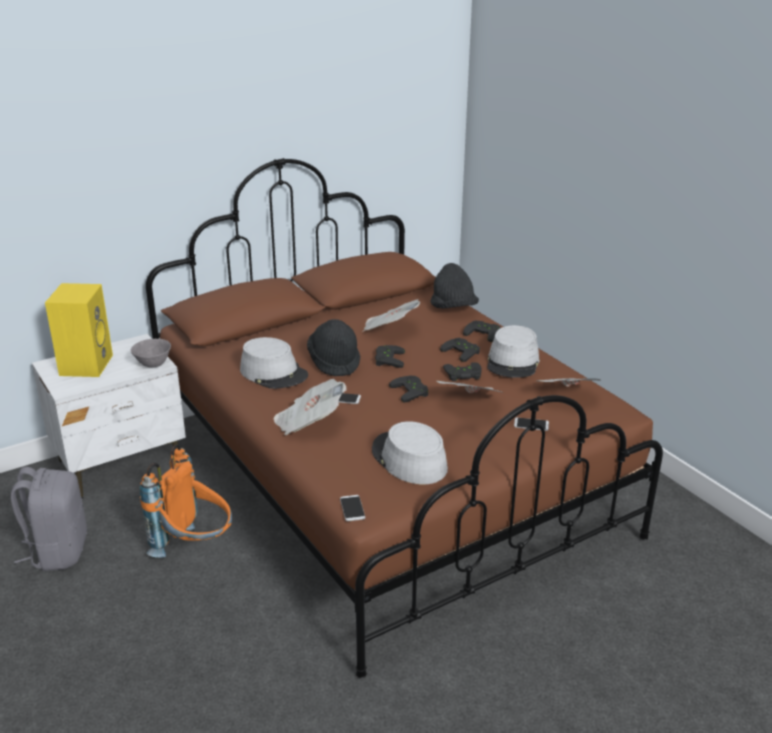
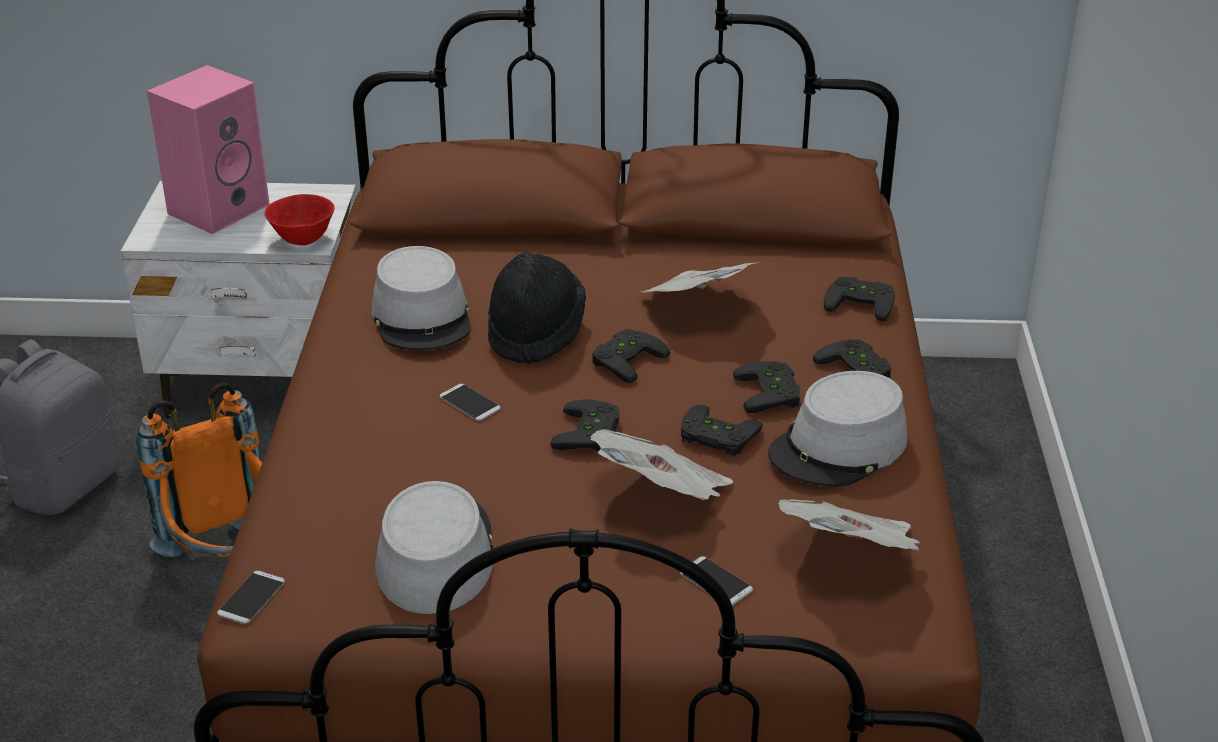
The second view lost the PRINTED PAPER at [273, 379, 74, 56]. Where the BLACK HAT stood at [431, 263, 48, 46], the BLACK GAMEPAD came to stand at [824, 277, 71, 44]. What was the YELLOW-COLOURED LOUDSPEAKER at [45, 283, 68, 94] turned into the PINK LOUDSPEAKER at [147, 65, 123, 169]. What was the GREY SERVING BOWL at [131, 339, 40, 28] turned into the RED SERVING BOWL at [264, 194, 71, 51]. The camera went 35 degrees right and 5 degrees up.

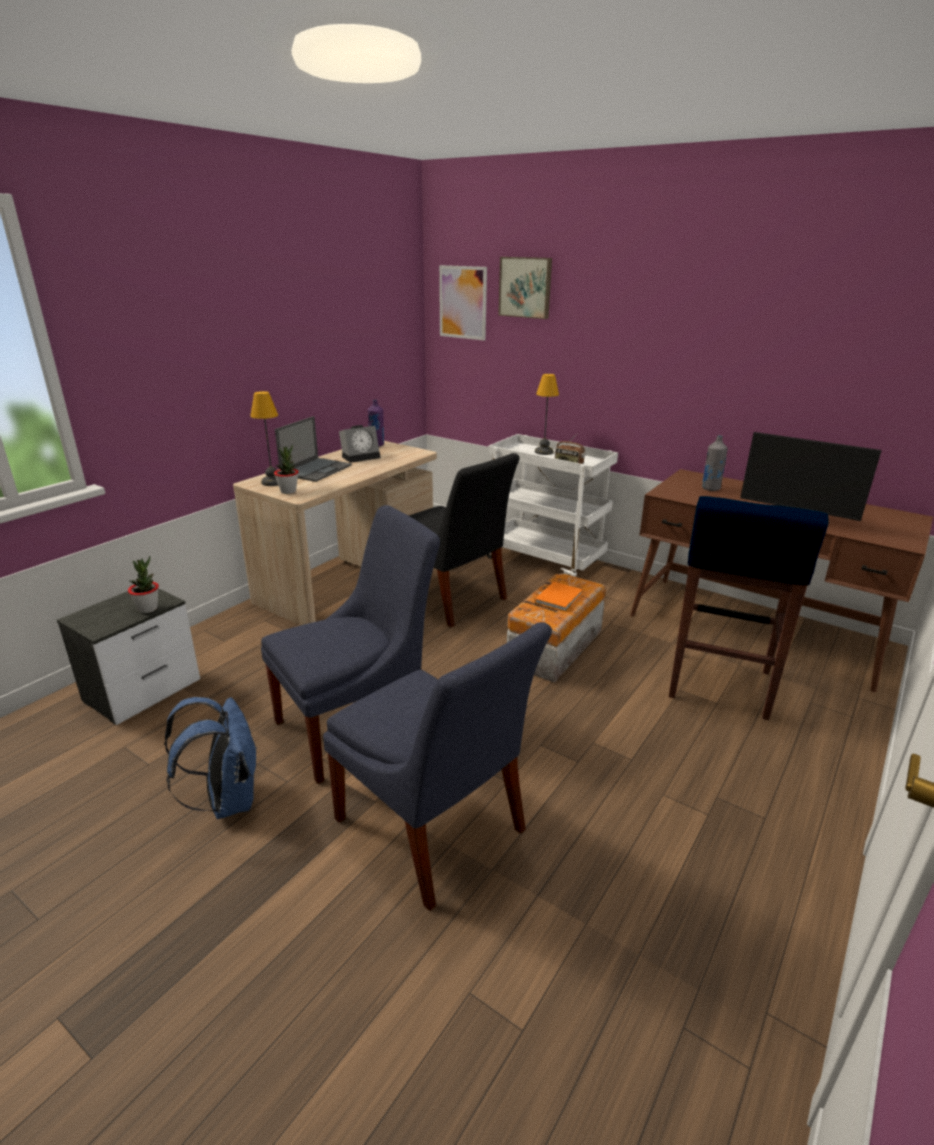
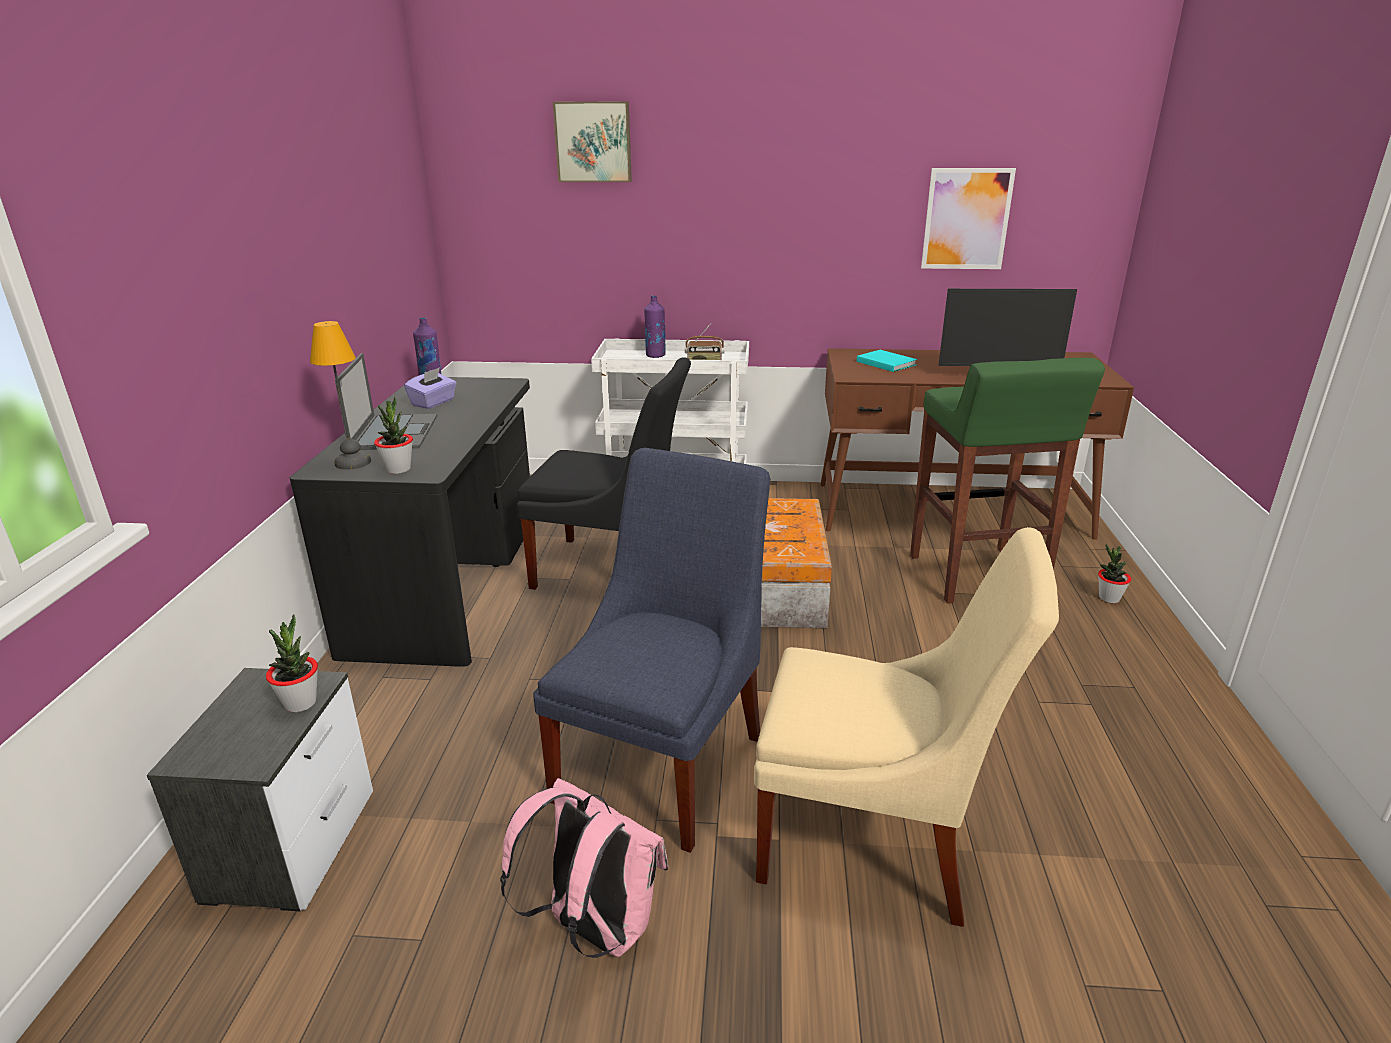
The second view lost the ORANGE VOLUME at [535, 582, 48, 30]. The second view gained the HOUSEPLANT at [1098, 544, 33, 59]. The WALL PICTURE ended up elsewhere, having gone from [439, 265, 48, 76] to [921, 168, 95, 101]. Where the BEDSIDE CLOCK stood at [339, 425, 42, 38], the PURPLISH TISSUE BOX came to stand at [404, 367, 52, 42]. Where the LAMP FOR A TABLE stood at [535, 374, 24, 81], the PURPLISH BEVERAGE BOTTLE came to stand at [644, 295, 22, 63]. Where the GREY BEVERAGE BOTTLE stood at [702, 435, 26, 56], the TURQUOISE VOLUME came to stand at [857, 350, 60, 22]. What was the BLUE-COLOURED BACKPACK at [164, 697, 93, 122] turned into the PINK BACKPACK at [500, 778, 168, 180]. What was the SAND-COLOURED DESK at [233, 441, 204, 184] turned into the BLACK DESK at [290, 377, 240, 290]. What was the BLUE-COLOURED CHAIR at [323, 622, 229, 289] turned into the SAND-COLOURED CHAIR at [754, 527, 305, 400]. What was the BLUE-COLOURED STOOL at [669, 496, 160, 224] turned into the GREEN STOOL at [910, 358, 195, 246]. The camera went 30 degrees left and 0 degrees up.

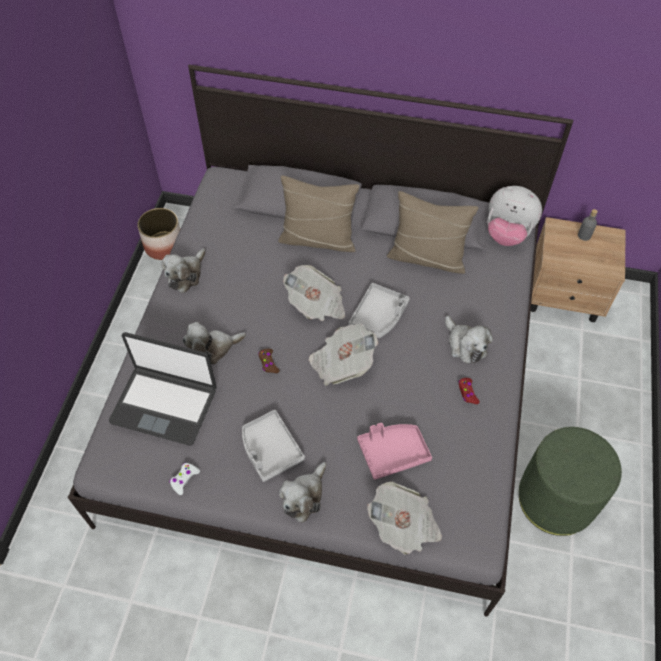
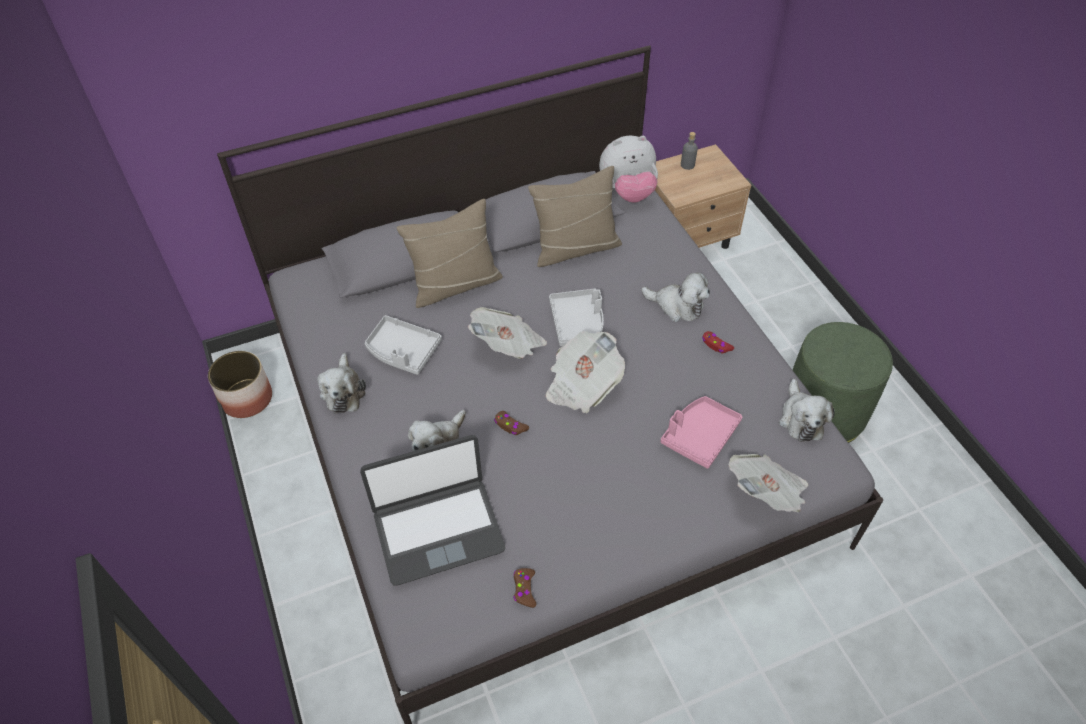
The GREY CARRYING TRAY ended up elsewhere, having gone from [242, 410, 63, 72] to [365, 315, 77, 60]. The PLUSH TOY ended up elsewhere, having gone from [279, 462, 48, 61] to [779, 379, 56, 63]. What was the WHITE-COLOURED GAMEPAD at [169, 463, 31, 32] turned into the BROWN-COLOURED GAMEPAD at [513, 568, 23, 40]. The camera went 35 degrees left and 5 degrees down.

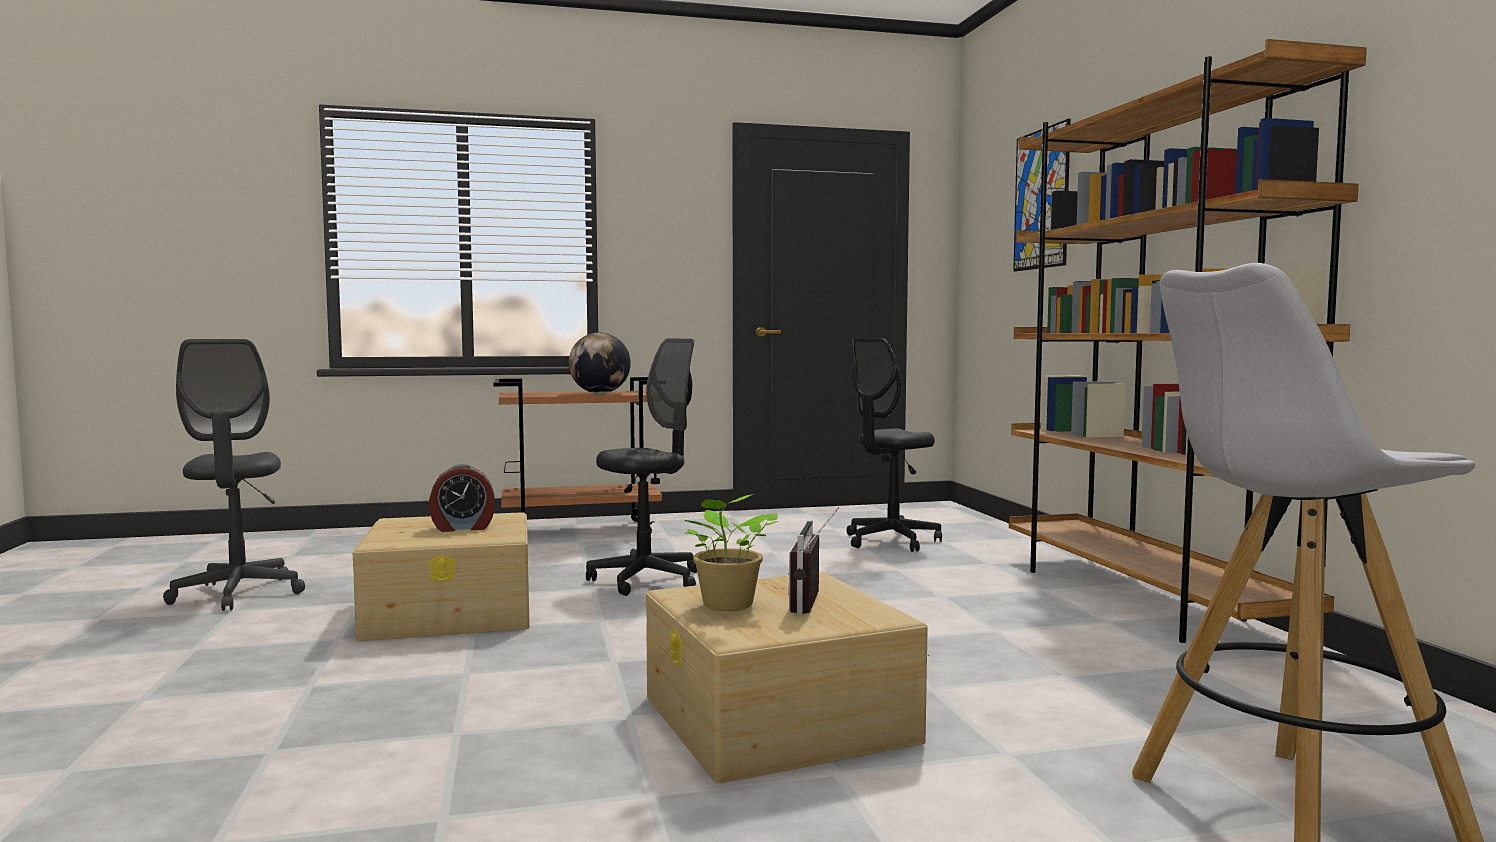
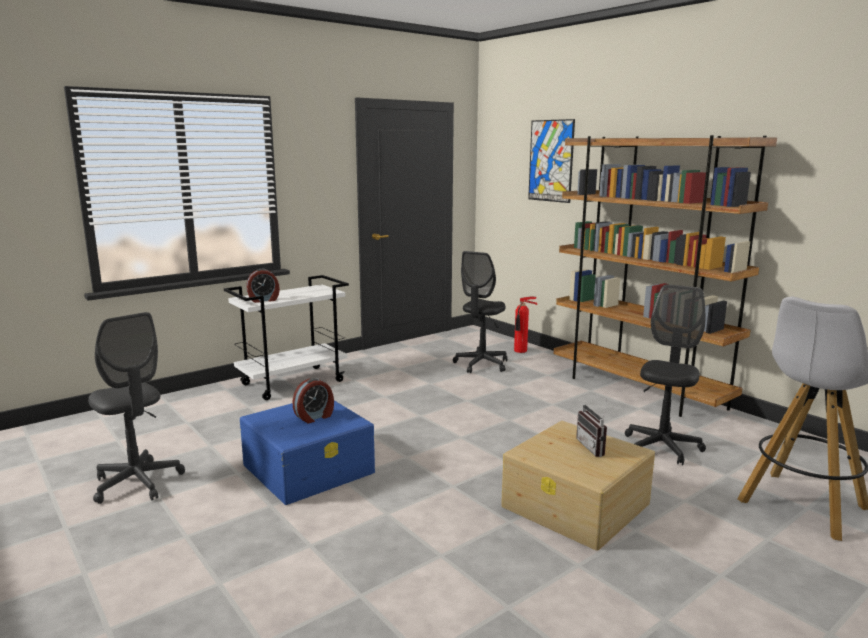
The second view lost the DESK GLOBE at [569, 332, 62, 62]. The second view lost the HOUSEPLANT at [684, 494, 96, 117]. The second view gained the BEDSIDE CLOCK at [246, 269, 34, 34]. The second view gained the FIRE EXTINGUISHER at [514, 297, 23, 56]. The BLACK COMPUTER CHAIR ended up elsewhere, having gone from [586, 338, 111, 258] to [625, 284, 81, 181]. What was the SAND-COLOURED STORAGE CONTAINER at [353, 512, 177, 129] turned into the BLUE-COLOURED STORAGE CONTAINER at [240, 401, 135, 104]. What was the BROWN-COLOURED TROLLEY at [494, 377, 168, 155] turned into the WHITE-COLOURED TROLLEY at [224, 275, 125, 125]. The camera went 25 degrees left and 10 degrees up.

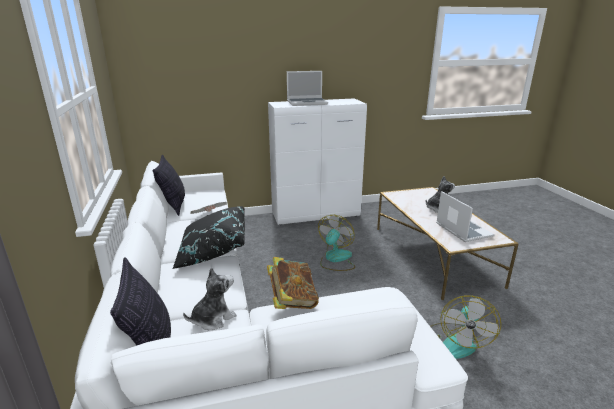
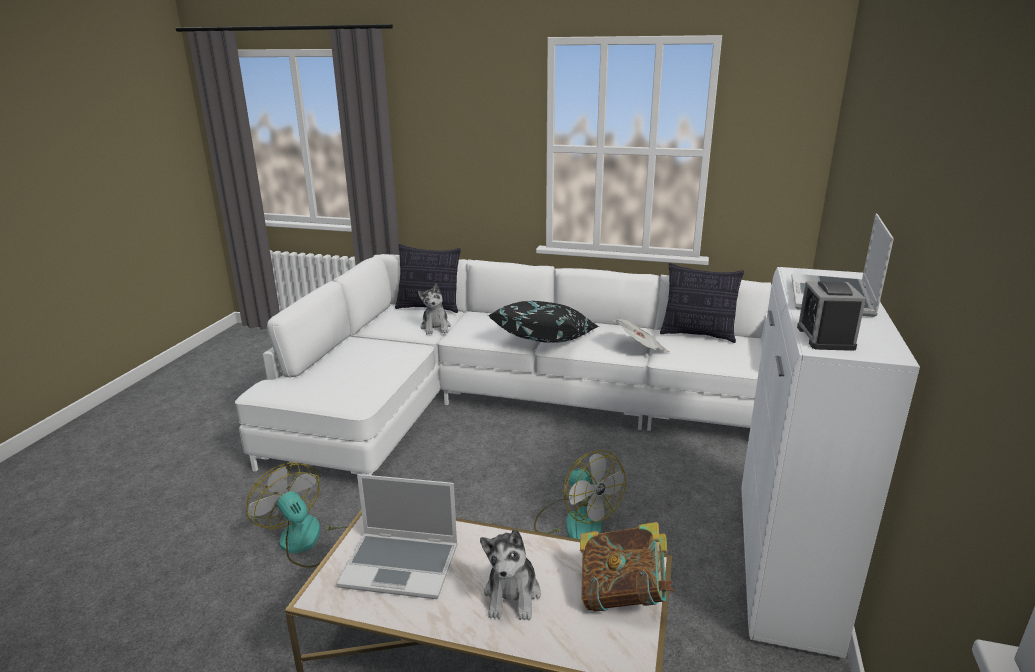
The second view gained the BEDSIDE CLOCK at [797, 281, 69, 70]. The VOLUME ended up elsewhere, having gone from [267, 257, 52, 52] to [580, 522, 94, 90]. The camera went 120 degrees right and 0 degrees up.

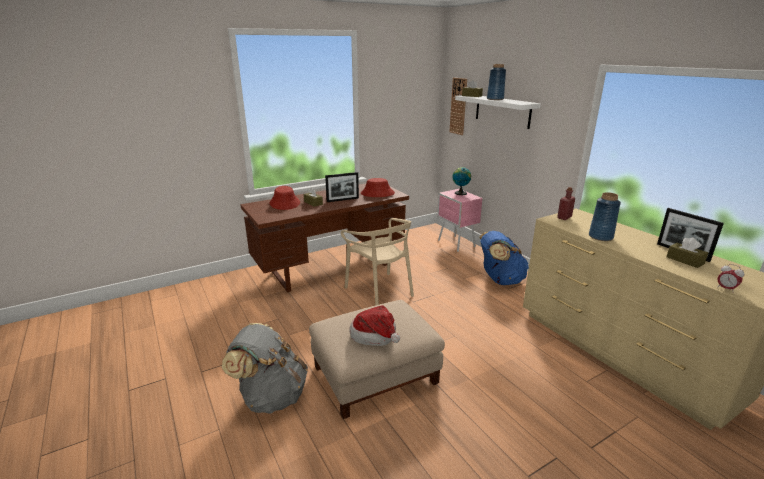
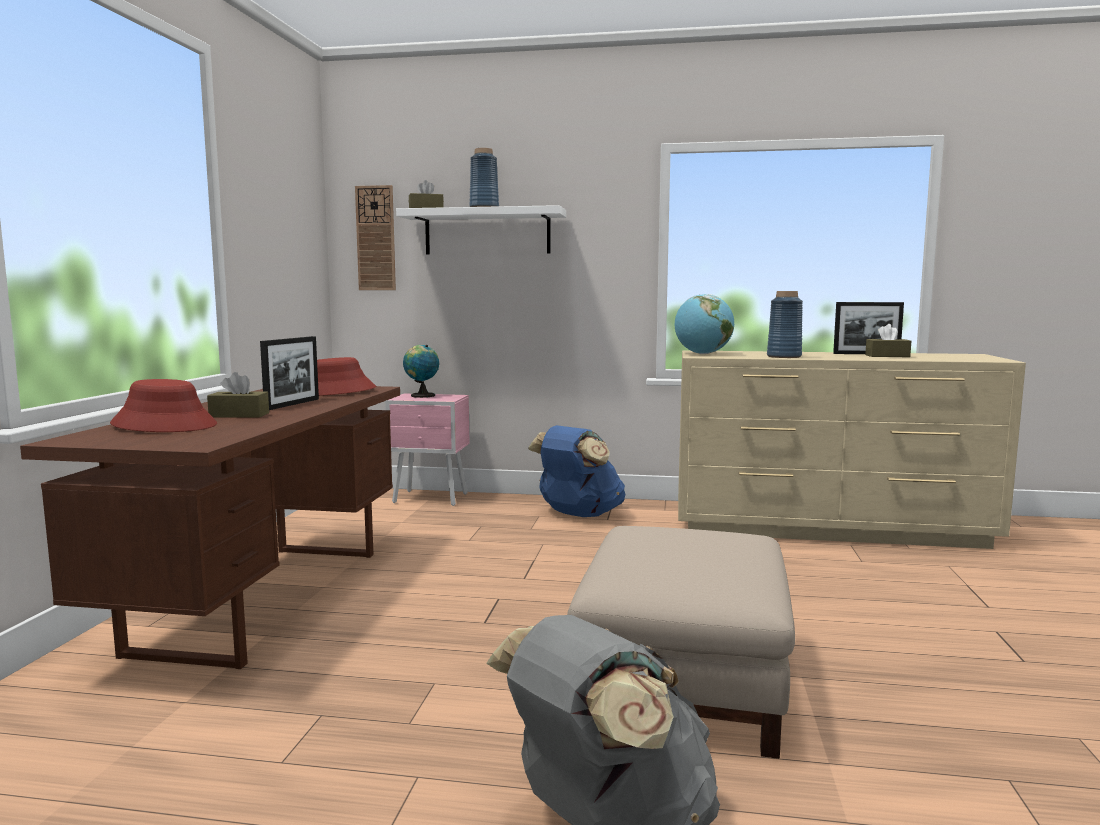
The second view lost the SAND-COLOURED CHAIR at [341, 218, 73, 87]. The second view lost the HAT at [349, 305, 51, 41]. The second view lost the BEDSIDE CLOCK at [718, 264, 26, 29]. Where the RED BEVERAGE BOTTLE stood at [557, 187, 18, 33], the DESK GLOBE came to stand at [675, 294, 59, 60]. The camera went 50 degrees left and 15 degrees down.

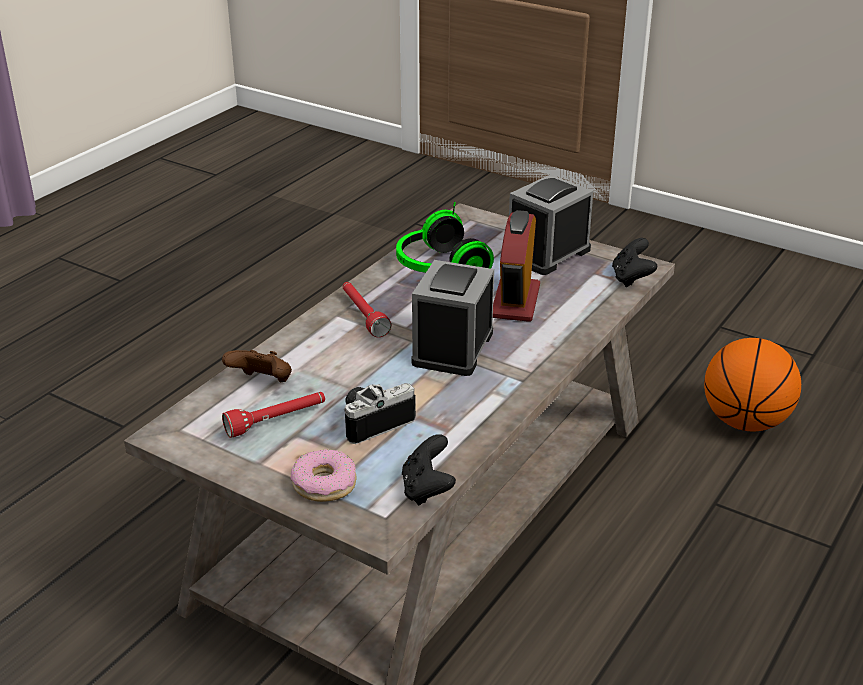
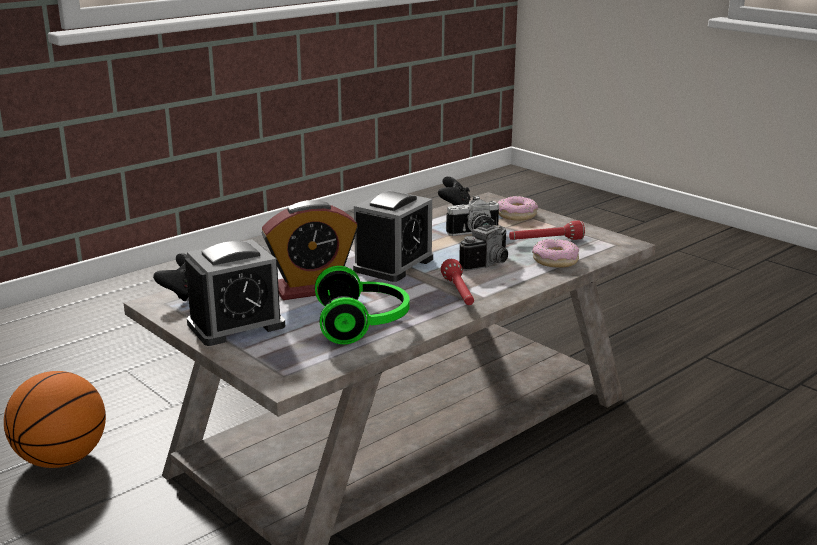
The second view gained the PHOTO CAMERA at [459, 224, 49, 47]. Where the BROWN-COLOURED GAMEPAD stood at [222, 350, 70, 32], the DONUT came to stand at [532, 239, 47, 29]. The BEDSIDE CLOCK at [493, 210, 47, 112] ended up facing another way, 45 degrees clockwise from before. The camera went 165 degrees left and 10 degrees down.

